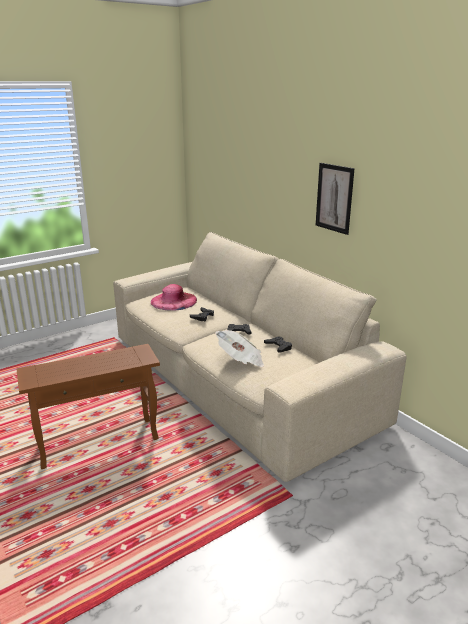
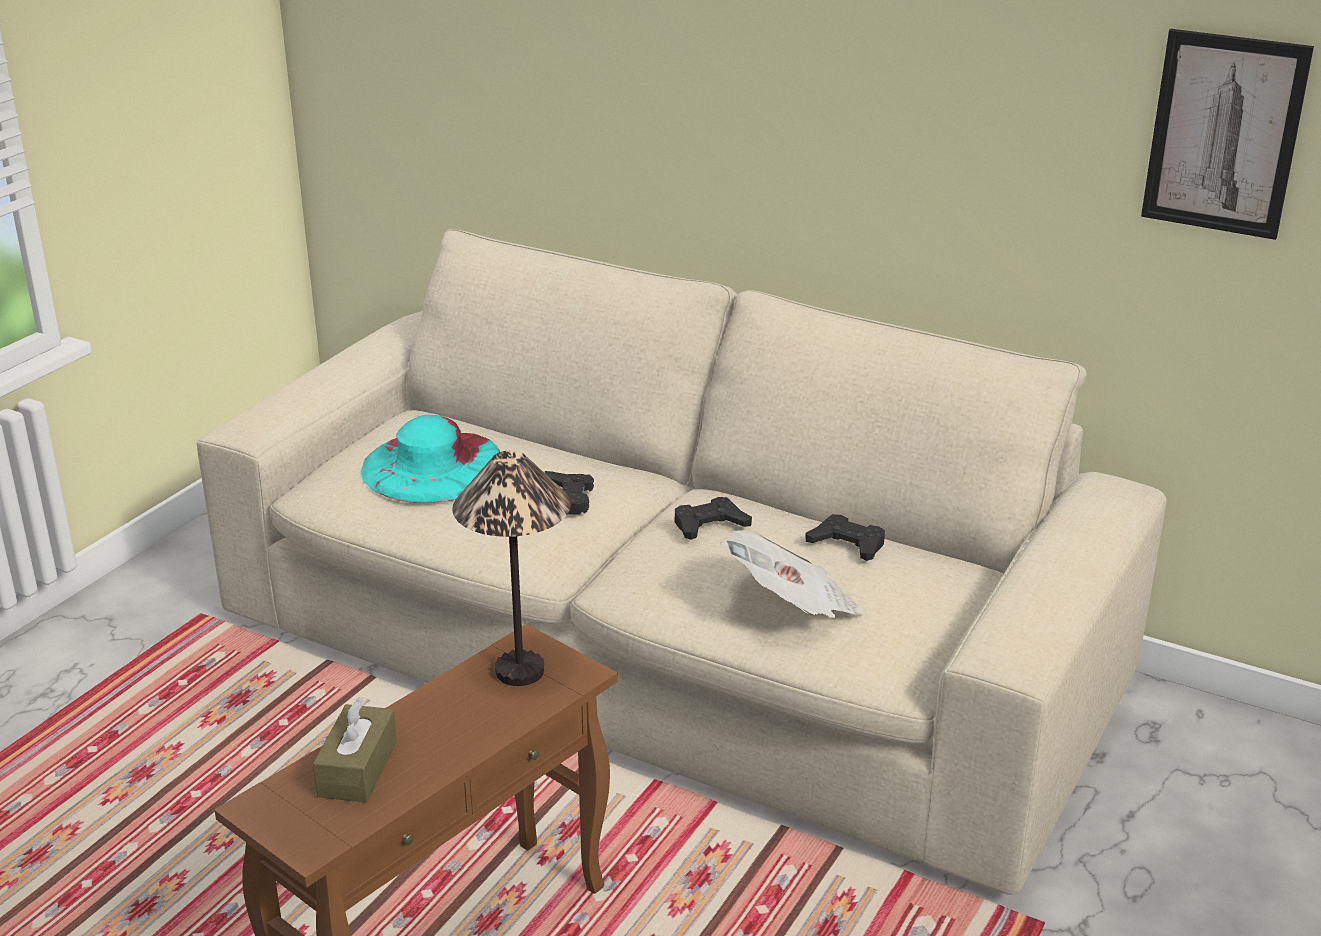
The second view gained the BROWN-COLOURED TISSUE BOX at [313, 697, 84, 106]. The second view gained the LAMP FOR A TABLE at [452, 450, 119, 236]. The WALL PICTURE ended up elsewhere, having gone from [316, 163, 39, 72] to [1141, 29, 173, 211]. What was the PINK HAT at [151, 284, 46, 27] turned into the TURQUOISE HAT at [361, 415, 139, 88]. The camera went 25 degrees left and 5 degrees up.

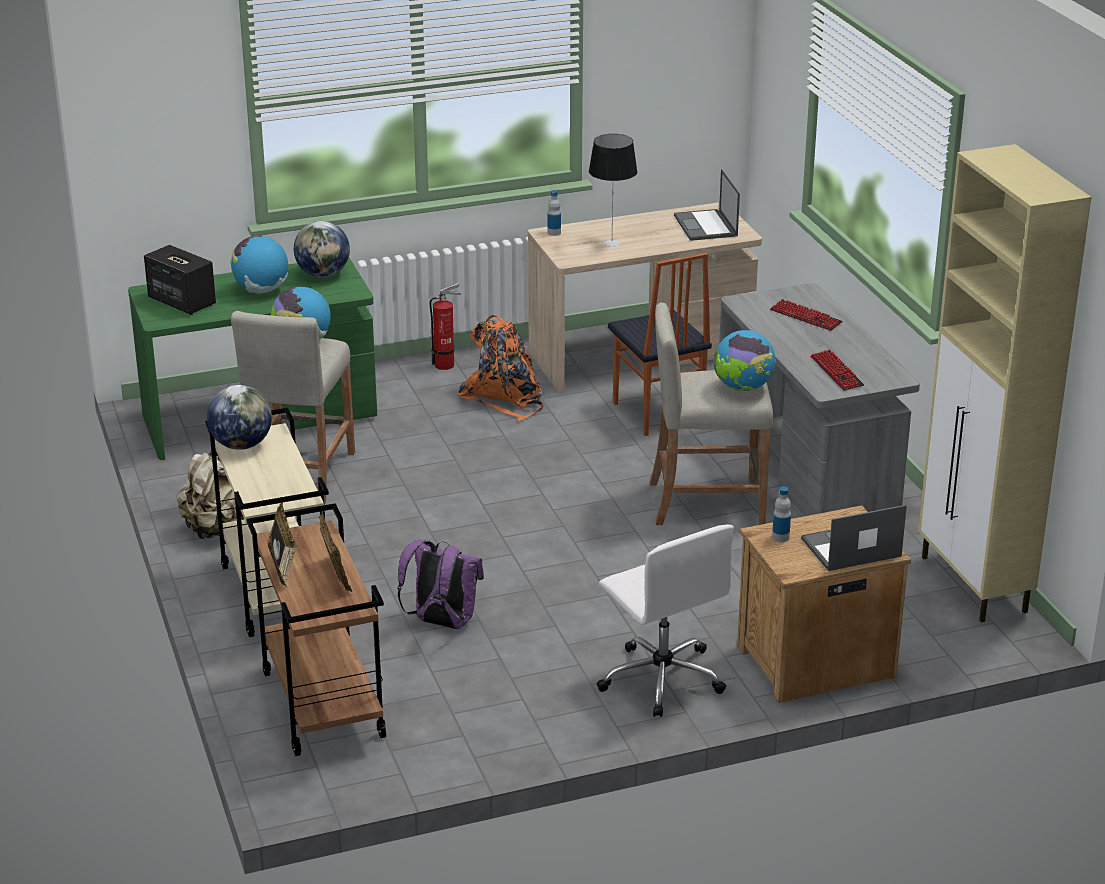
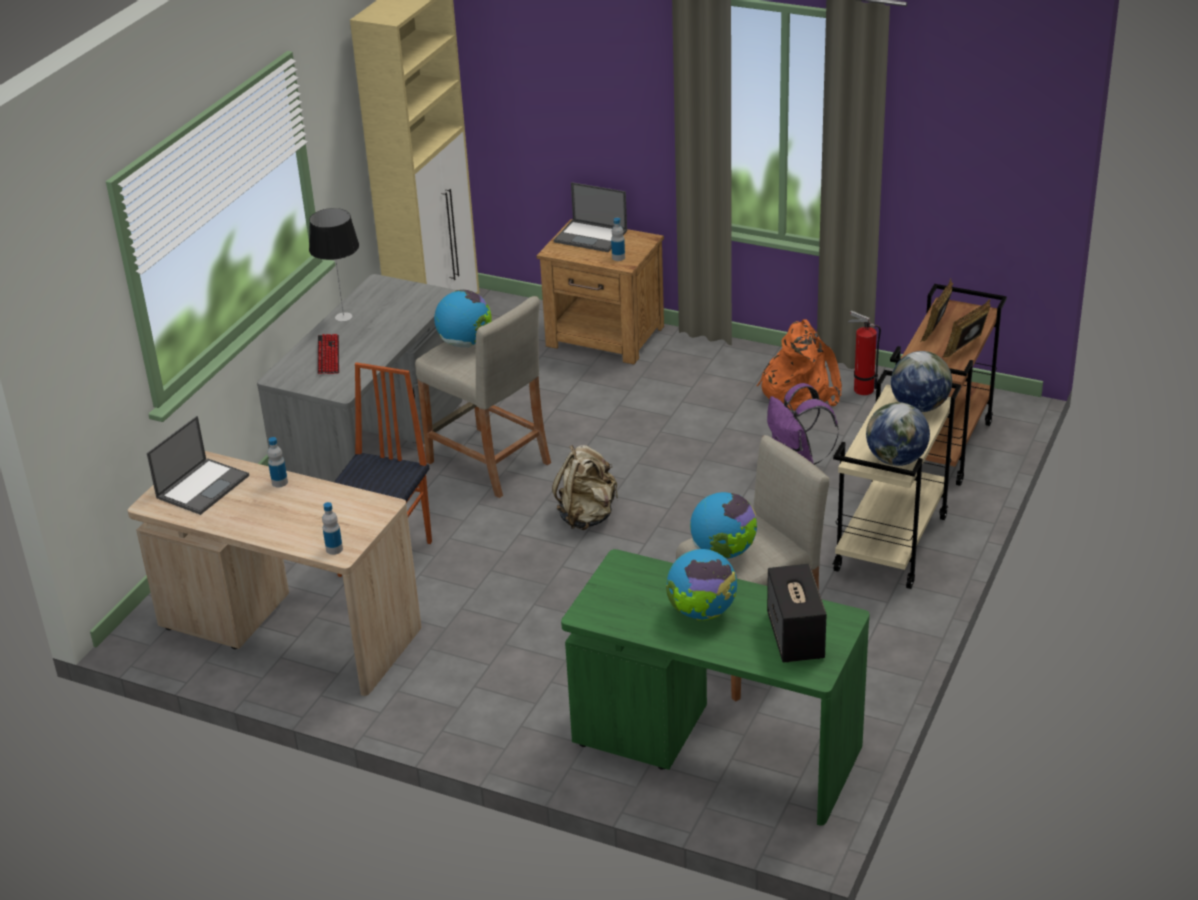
The second view lost the WHITE-COLOURED COMPUTER CHAIR at [597, 524, 137, 193]. The second view lost the COMPUTER KEYBOARD at [811, 349, 53, 42]. The second view gained the BEVERAGE BOTTLE at [268, 437, 20, 50]. The SAND-COLOURED BACKPACK ended up elsewhere, having gone from [176, 452, 68, 87] to [552, 445, 66, 85]. The DESK GLOBE ended up elsewhere, having gone from [294, 221, 56, 57] to [891, 351, 61, 61]. The FIRE EXTINGUISHER ended up elsewhere, having gone from [430, 283, 31, 87] to [848, 311, 33, 84]. The ORANGE BACKPACK ended up elsewhere, having gone from [457, 315, 87, 106] to [756, 319, 86, 92]. The LAMP FOR A TABLE ended up elsewhere, having gone from [589, 134, 48, 113] to [309, 208, 50, 114]. The camera went 135 degrees left and 5 degrees up.

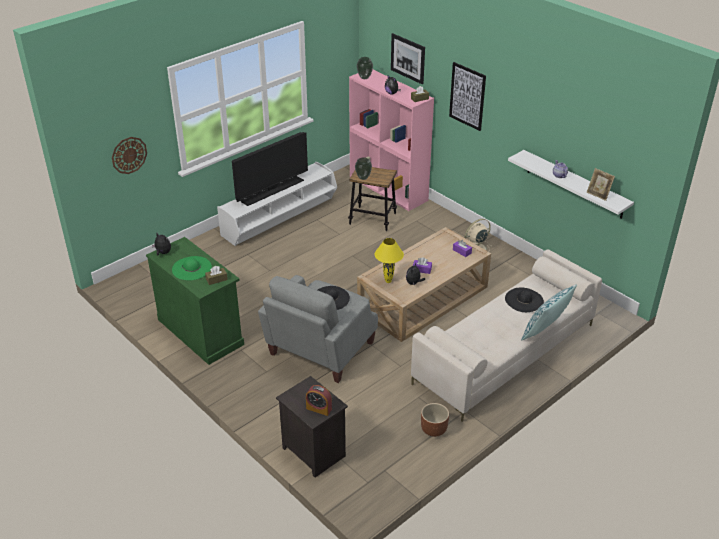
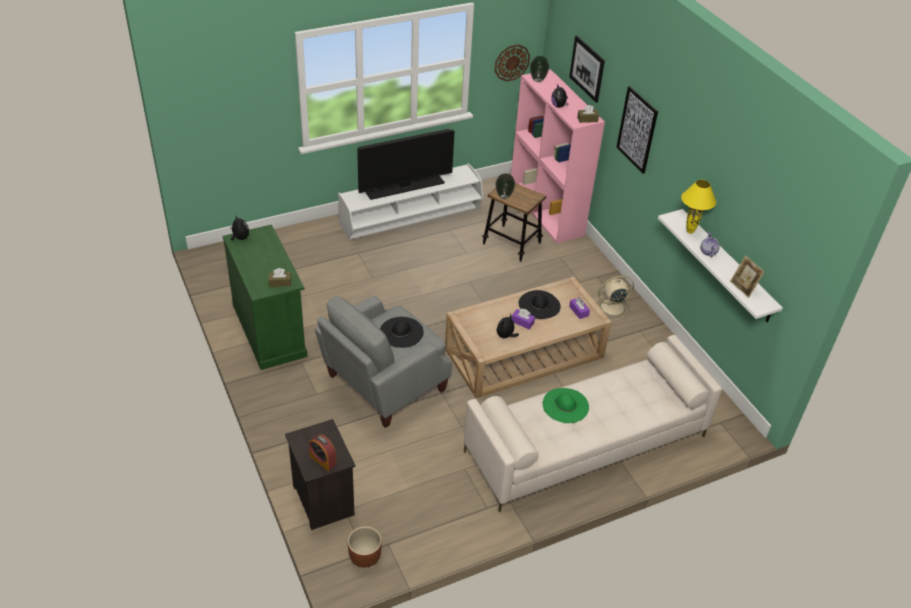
The second view lost the PILLOW at [521, 285, 56, 55]. The CLOCK ON THE WALL ended up elsewhere, having gone from [112, 137, 35, 37] to [495, 44, 35, 38]. The GREEN HAT ended up elsewhere, having gone from [172, 256, 40, 24] to [543, 388, 46, 35]. The YELLOW-COLOURED LAMP FOR A TABLE ended up elsewhere, having gone from [375, 238, 29, 45] to [681, 180, 35, 54]. The BROWN-COLOURED PLANTER ended up elsewhere, having gone from [421, 403, 28, 34] to [348, 526, 34, 42]. The BLACK HAT ended up elsewhere, having gone from [505, 288, 39, 24] to [519, 290, 42, 29]. The camera went 15 degrees right and 5 degrees up.

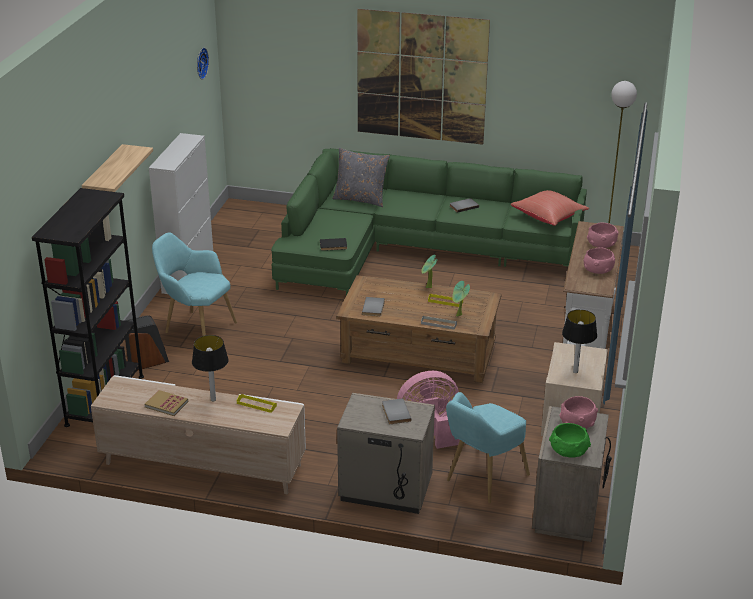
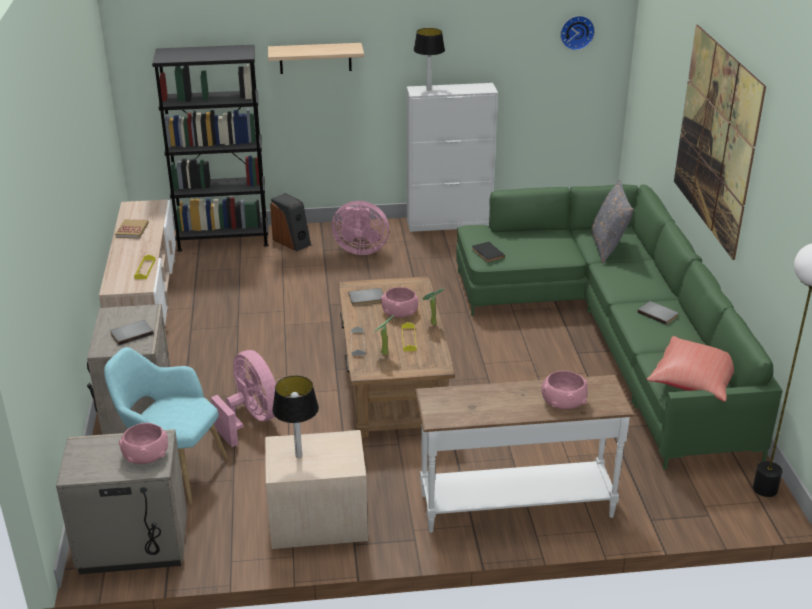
The second view lost the GREEN SERVING BOWL at [549, 423, 42, 35]. The LAMP FOR A TABLE ended up elsewhere, having gone from [192, 335, 37, 66] to [414, 28, 31, 62]. The PINK SERVING BOWL ended up elsewhere, having gone from [583, 247, 32, 27] to [381, 287, 38, 31]. Where the TURQUOISE ARMCHAIR stood at [152, 232, 85, 104], the PINK ELECTRIC FAN came to stand at [332, 201, 57, 54]. The camera went 70 degrees right and 0 degrees up.

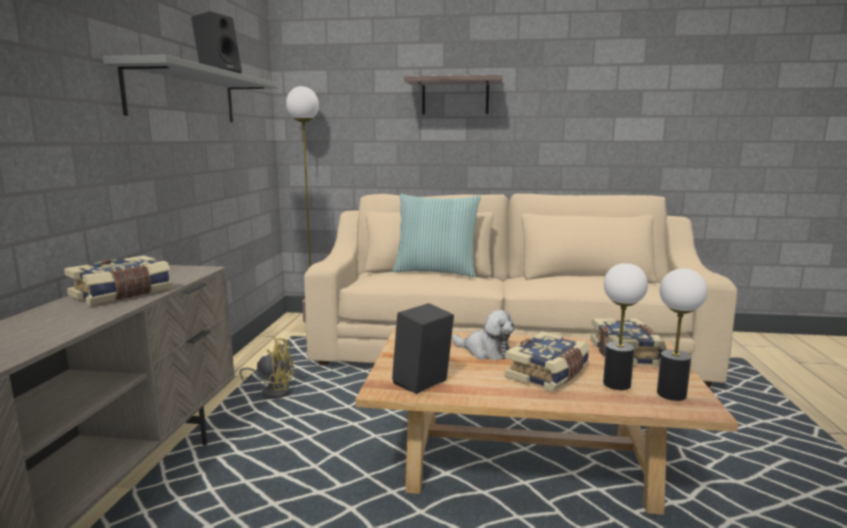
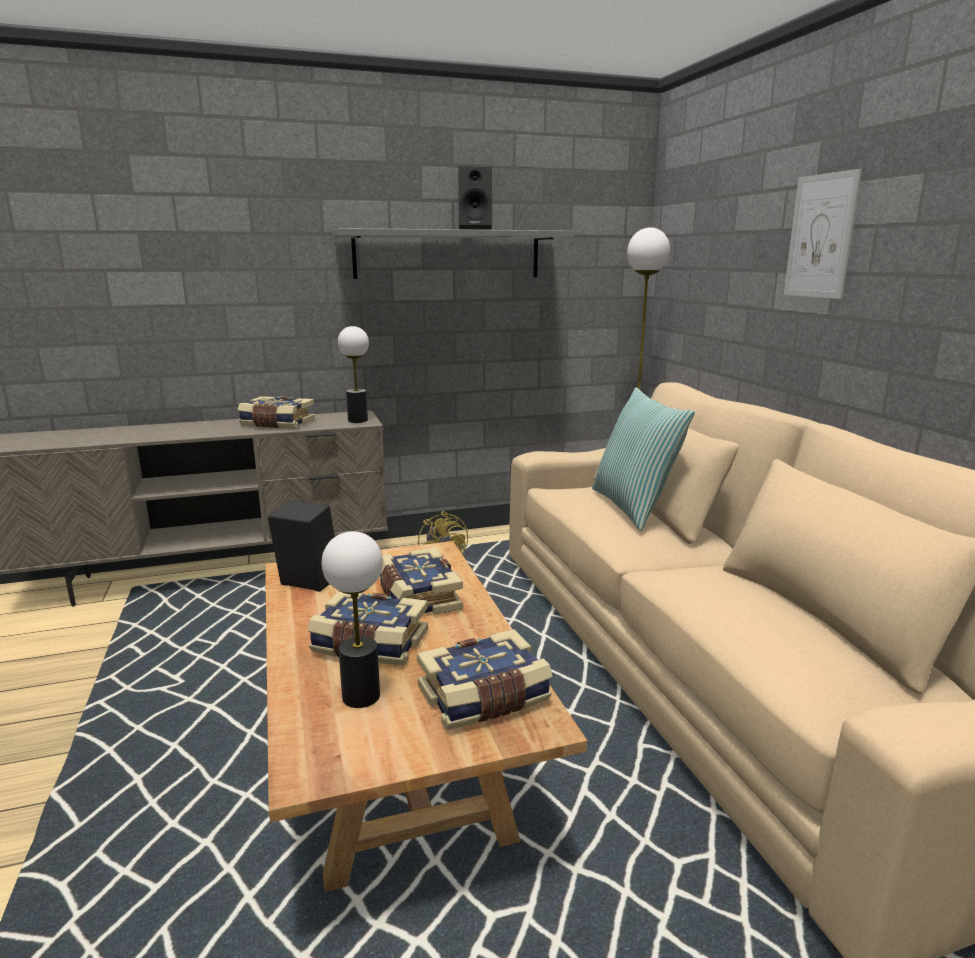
The LAMP FOR A TABLE ended up elsewhere, having gone from [657, 268, 50, 133] to [338, 326, 31, 97]. Where the WALL SHELF hung at [404, 75, 99, 40], the WALL PICTURE came to hang at [784, 169, 78, 130]. Where the PLUSH TOY stood at [452, 310, 62, 50], the VOLUME came to stand at [379, 547, 84, 68]. The camera went 65 degrees right and 5 degrees up.

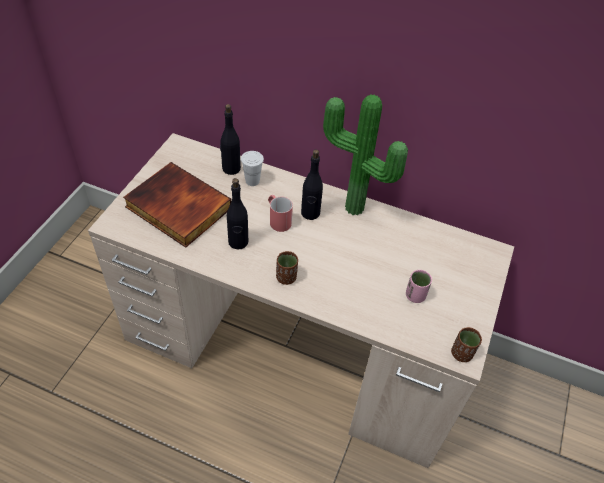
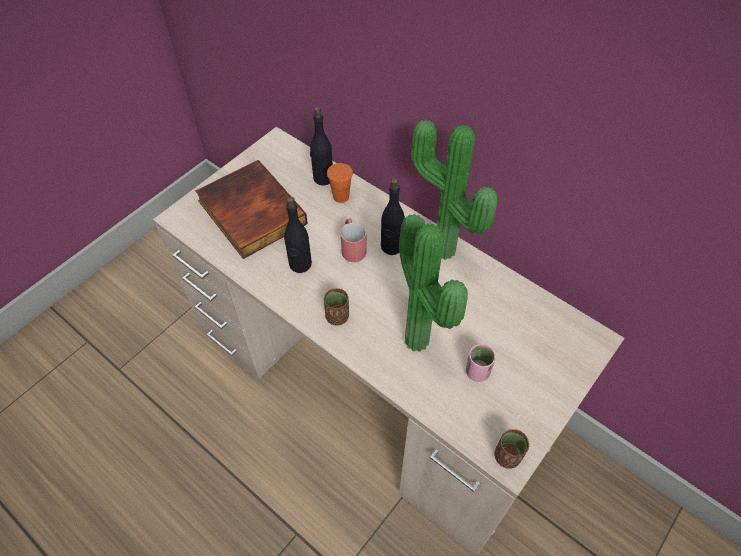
The second view gained the HOUSEPLANT at [399, 214, 69, 138]. What was the WHITE-COLOURED SMALL CUP at [241, 151, 23, 35] turned into the ORANGE SMALL CUP at [327, 163, 26, 40]. The camera went 20 degrees right and 5 degrees up.

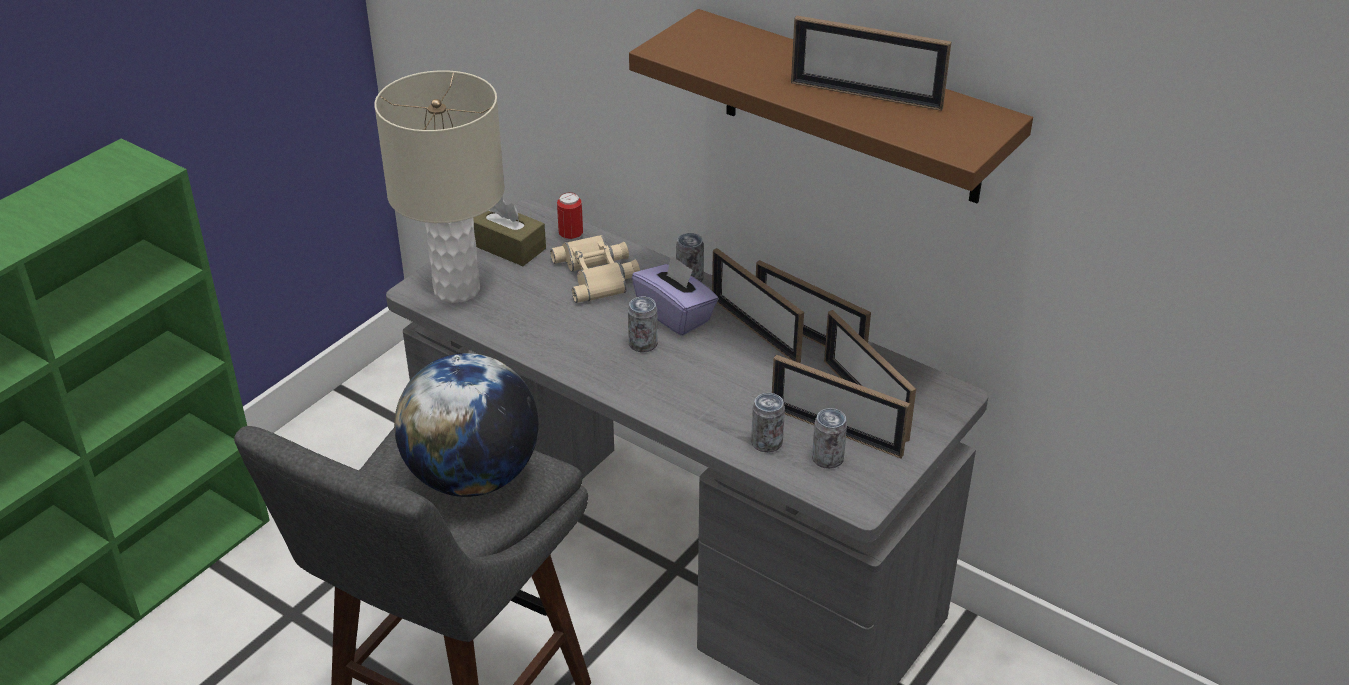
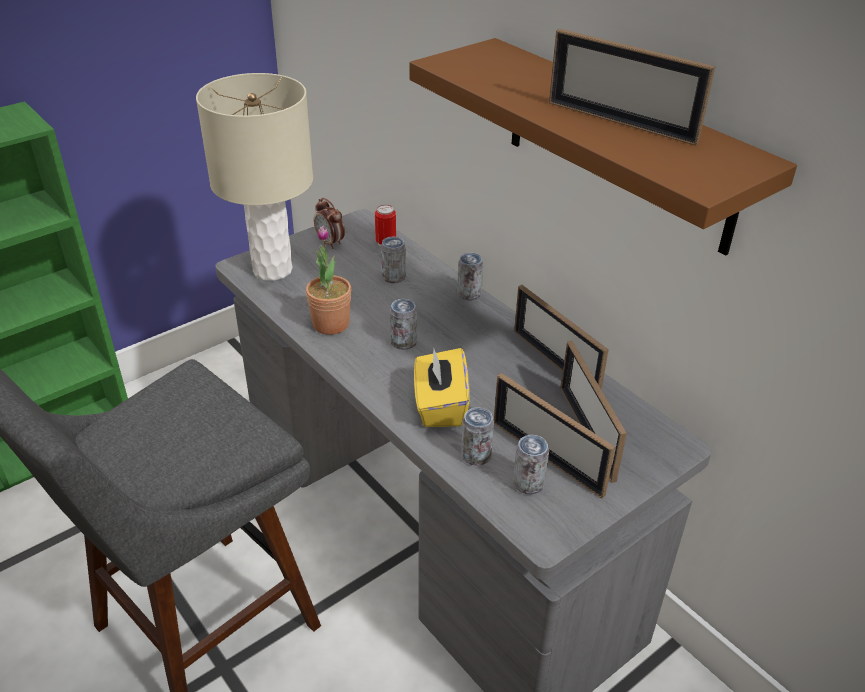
The second view lost the DESK GLOBE at [394, 353, 145, 144]. The second view lost the PURPLISH TISSUE BOX at [632, 255, 87, 81]. The second view lost the STANDING FRAME at [712, 248, 92, 115]. The second view gained the HOUSEPLANT at [306, 225, 46, 110]. The second view gained the YELLOW-COLOURED TISSUE BOX at [414, 347, 56, 80]. Where the BROWN-COLOURED TISSUE BOX stood at [473, 198, 73, 68], the BEDSIDE CLOCK came to stand at [314, 198, 31, 51]. Where the SAND-COLOURED PAIR OF BINOCULARS stood at [550, 235, 90, 68], the CAN came to stand at [381, 236, 25, 48]. The camera went 15 degrees right and 0 degrees up.

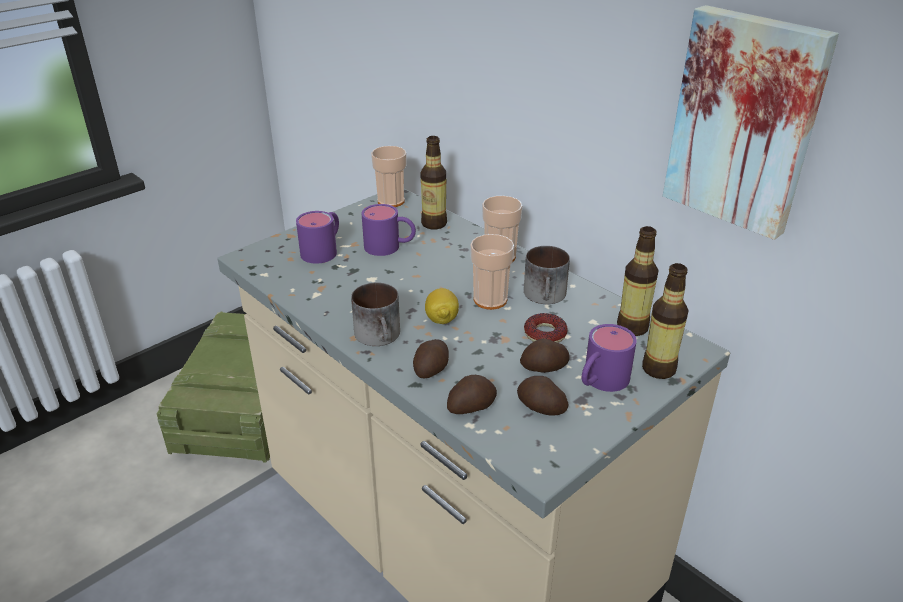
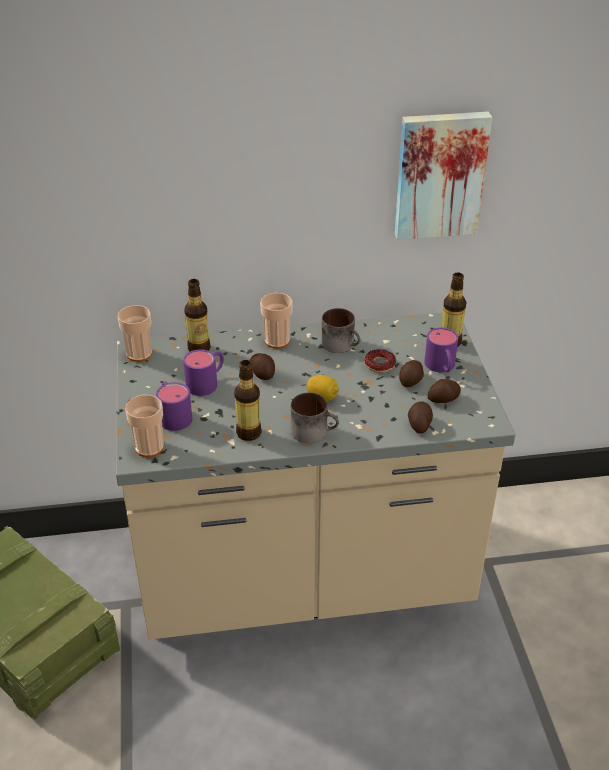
The POTATO ended up elsewhere, having gone from [413, 339, 36, 40] to [250, 353, 25, 27]. The SMALL CUP ended up elsewhere, having gone from [470, 234, 44, 76] to [125, 395, 39, 62]. The BEVERAGE BOTTLE ended up elsewhere, having gone from [617, 226, 42, 110] to [234, 360, 28, 81]. The camera went 55 degrees left and 5 degrees up.

